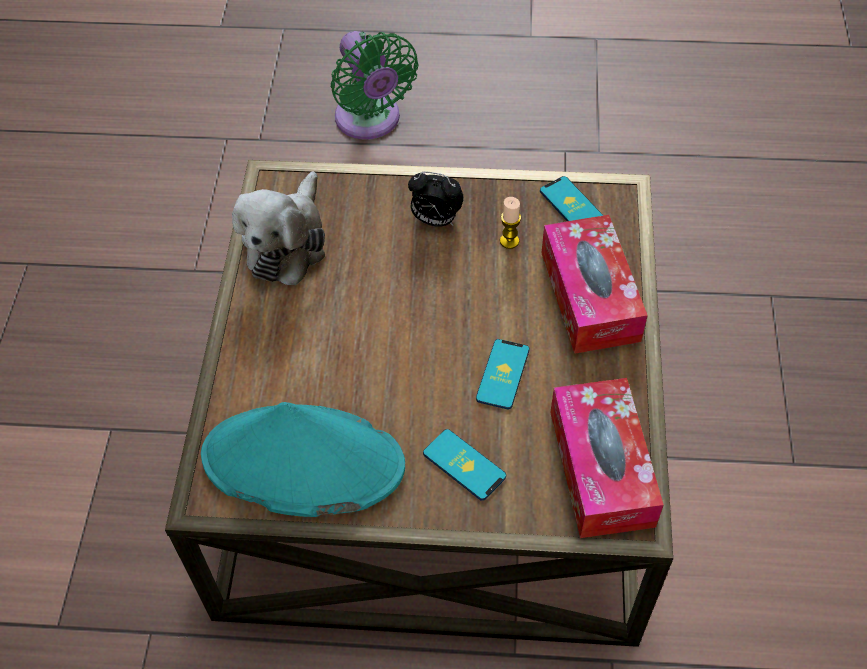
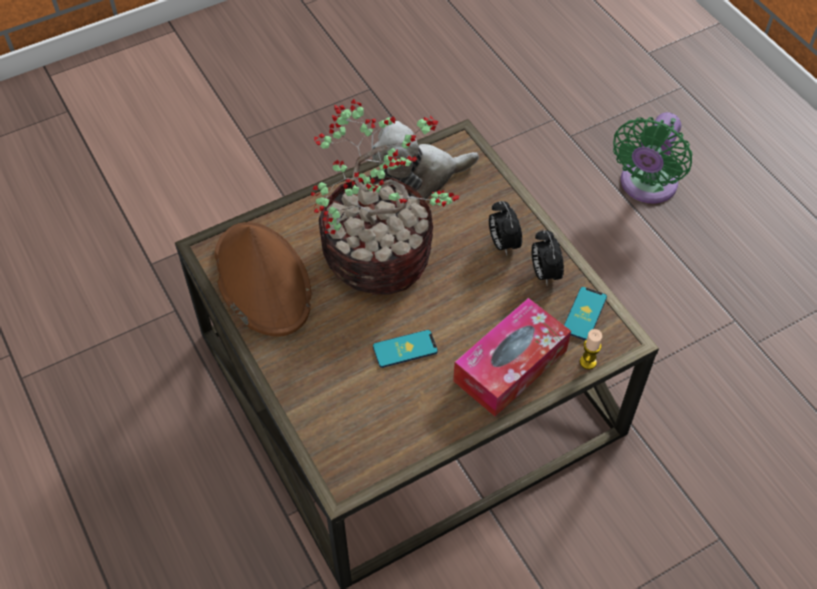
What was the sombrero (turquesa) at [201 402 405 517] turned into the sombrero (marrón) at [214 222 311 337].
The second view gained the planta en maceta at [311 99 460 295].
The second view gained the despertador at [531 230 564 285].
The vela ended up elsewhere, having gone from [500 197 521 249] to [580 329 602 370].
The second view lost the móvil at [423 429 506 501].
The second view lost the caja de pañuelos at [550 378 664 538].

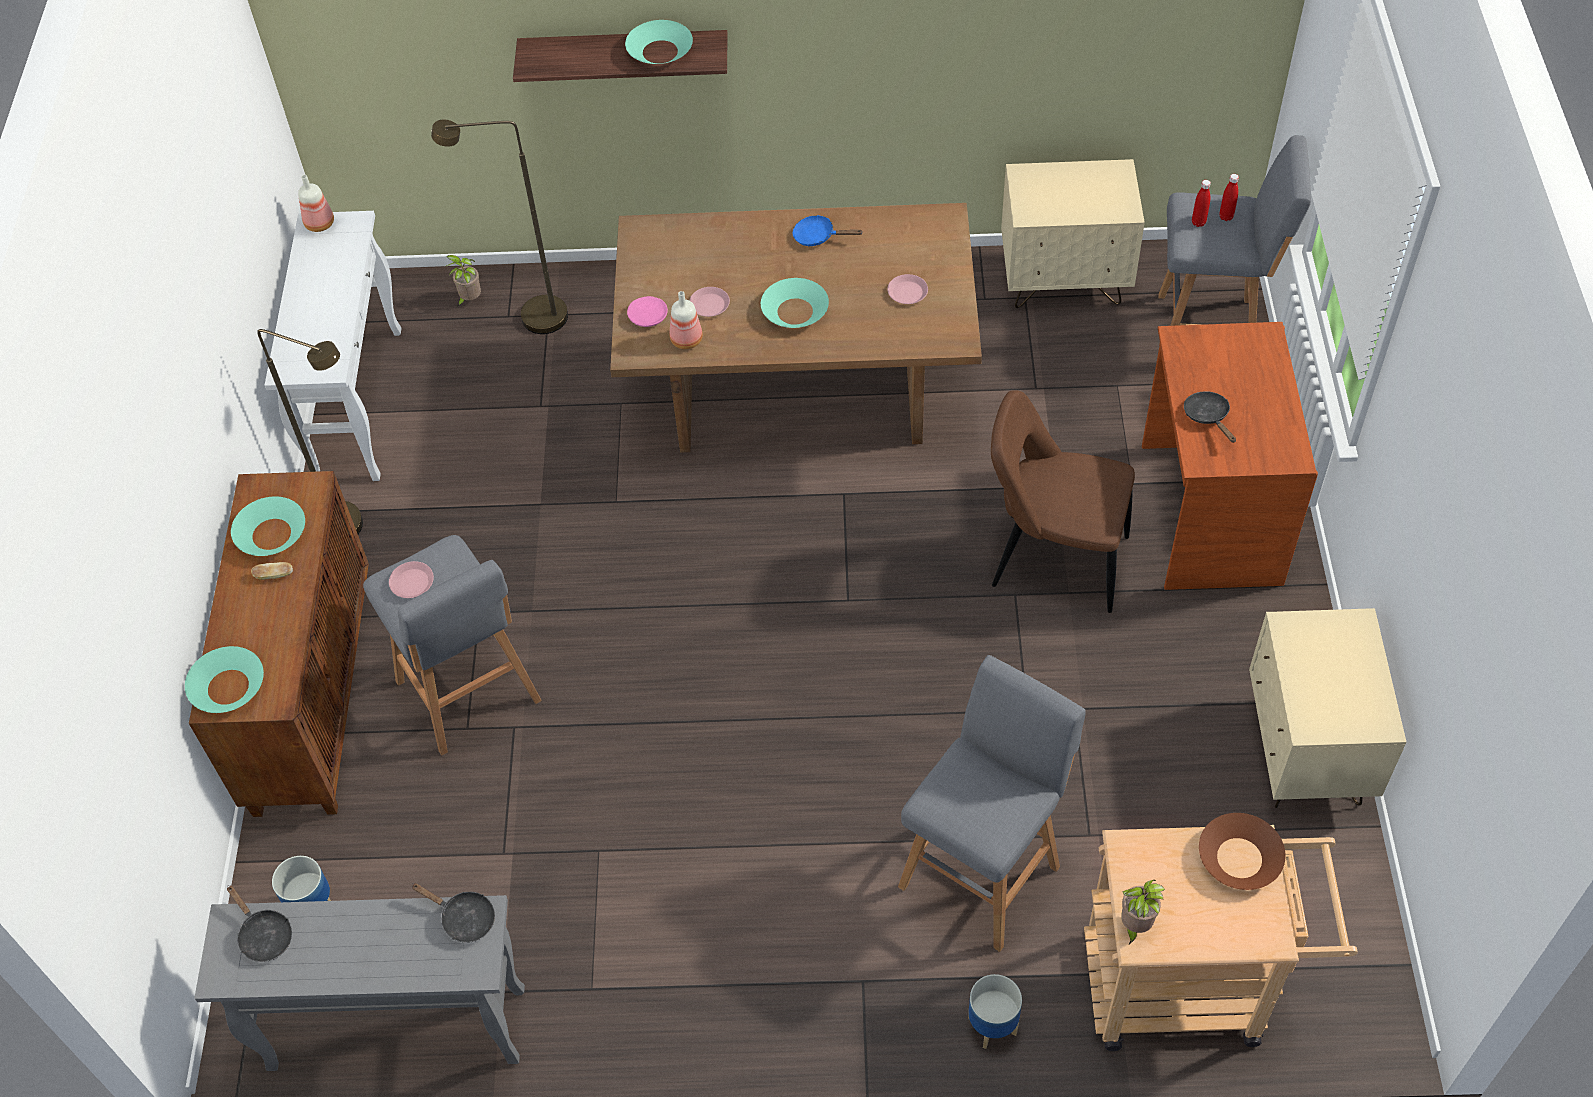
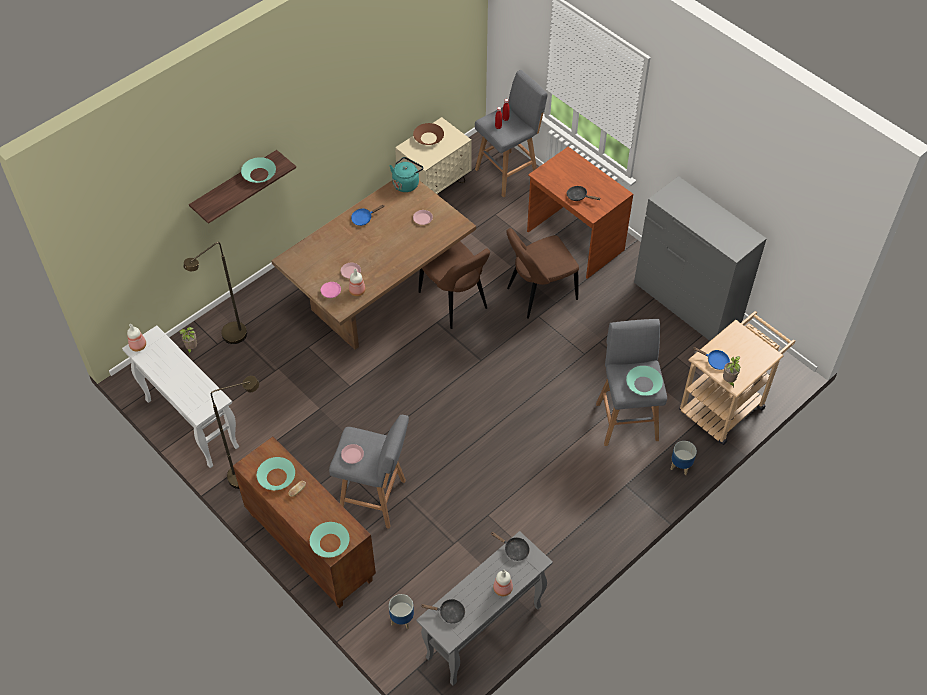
The second view gained the hervidor (turquesa) at [390 157 423 192].
The cuenco (marrón) ended up elsewhere, having gone from [1199 813 1286 890] to [413 123 444 145].
The second view gained the silla (marrón) at [418 241 490 329].
The sartén (negro) at [411 883 495 943] ended up facing another way, 45 degrees clockwise from before.
The second view gained the botella at [493 570 513 596].
The cuenco (turquesa) ended up elsewhere, having gone from [761 278 829 328] to [626 366 663 396].
Where the mesita de noche (beis) stood at [1249 608 1406 808], the cómoda (gris) came to stand at [634 176 767 341].
The second view gained the sartén (azul) at [693 347 730 370].

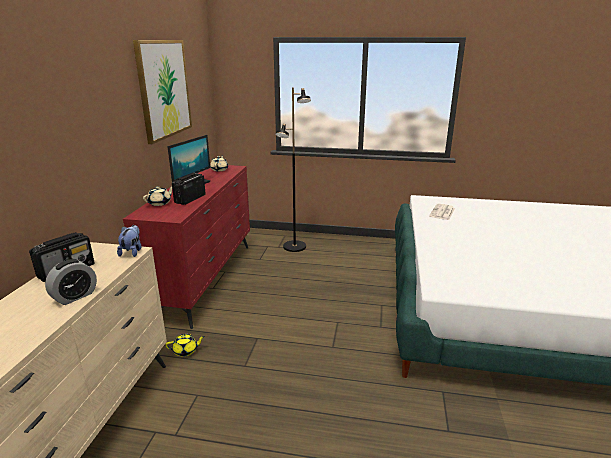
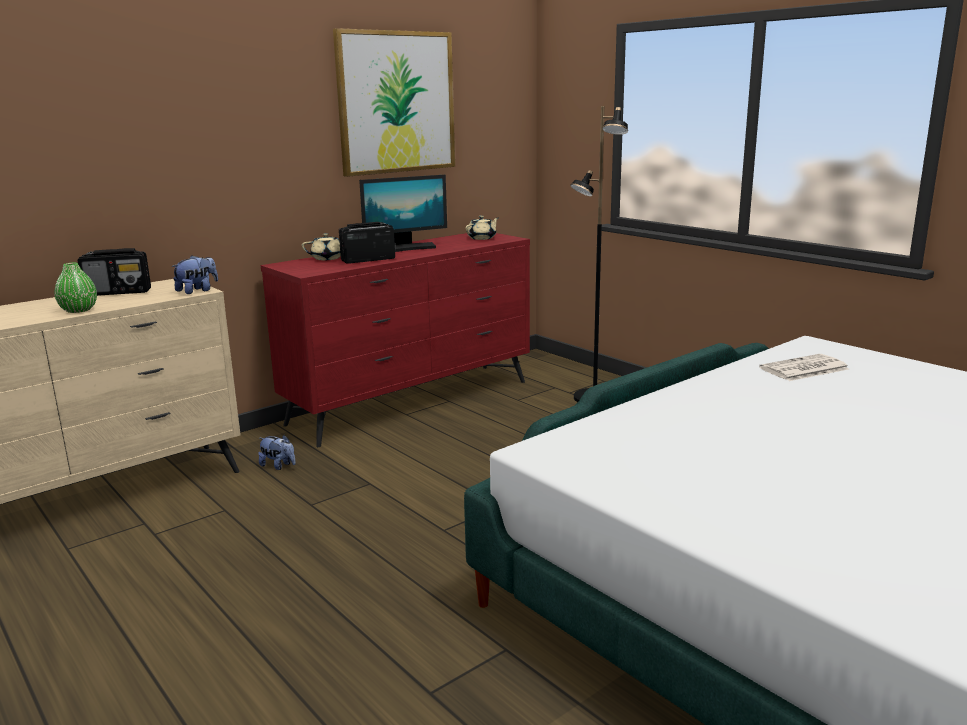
Where the despertador stood at [45 259 97 305], the florero (verde) came to stand at [54 263 97 313].
Where the tetera (amarillo) stood at [165 334 205 357], the peluche came to stand at [258 435 296 470].

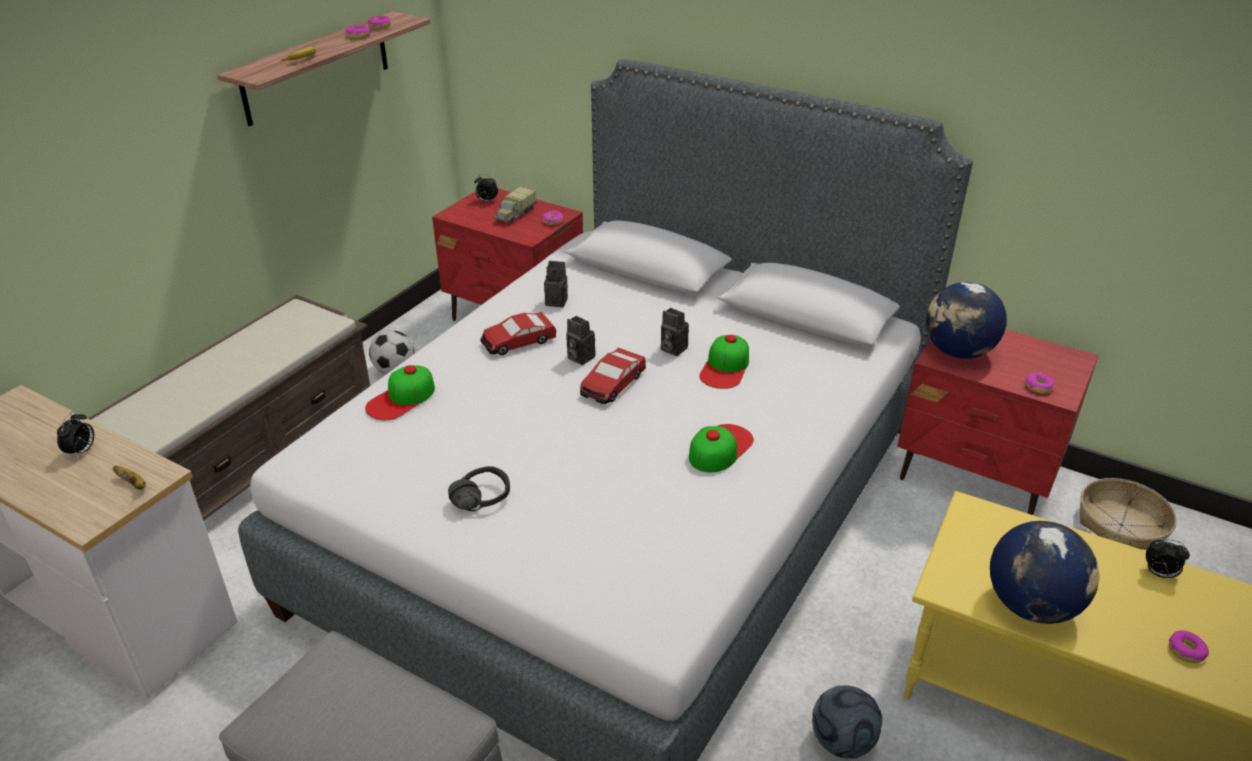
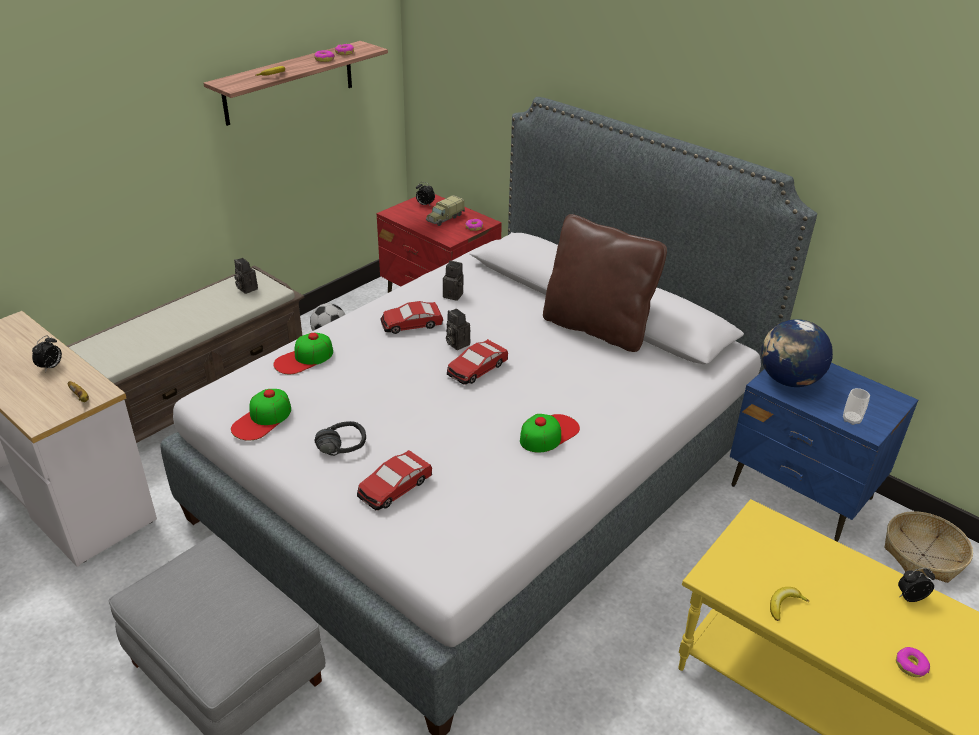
The gorra ended up elsewhere, having gone from [700 335 749 389] to [231 389 291 441].
The cámara ended up elsewhere, having gone from [661 308 689 356] to [234 258 258 294].
The second view gained the coche de juguete at [357 450 432 510].
The second view gained the cojín (marrón) at [543 214 667 352].
What was the mesita de noche (rojo) at [897 329 1099 515] turned into the mesita de noche (azul) at [730 363 918 542].
Where the globo terráqueo stood at [990 521 1099 624], the plátano came to stand at [770 587 809 621].
Where the rosquilla stood at [1025 373 1054 393], the taza came to stand at [843 388 870 425].
The despertador at [1146 539 1190 578] ended up facing another way, 135 degrees clockwise from before.
The second view lost the balón de fútbol at [812 685 882 759].

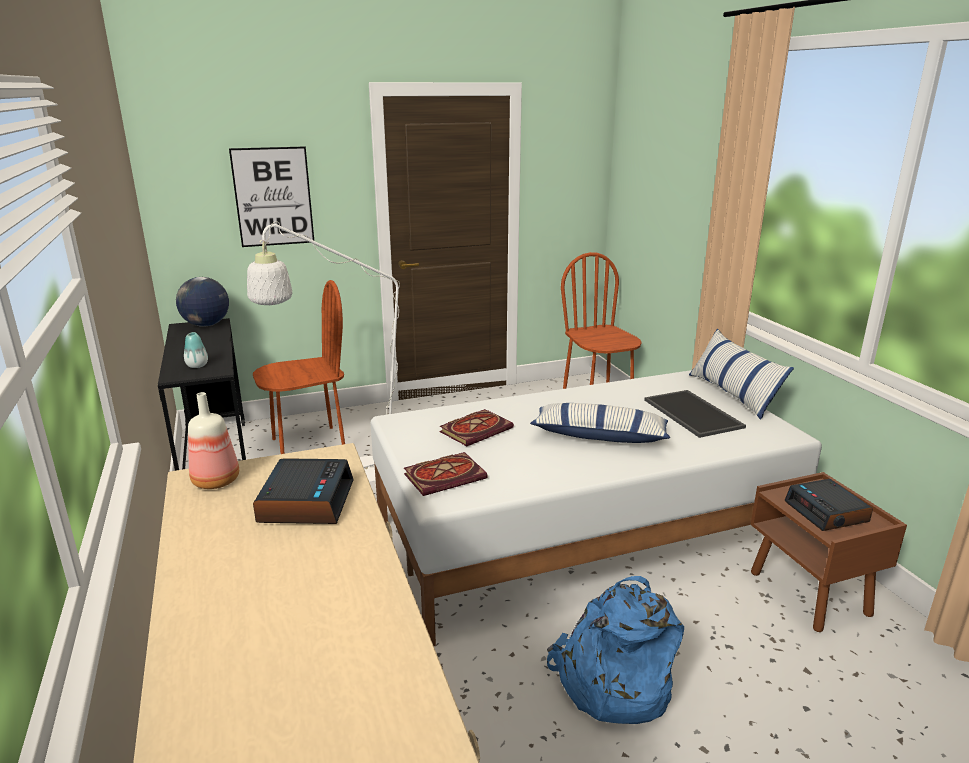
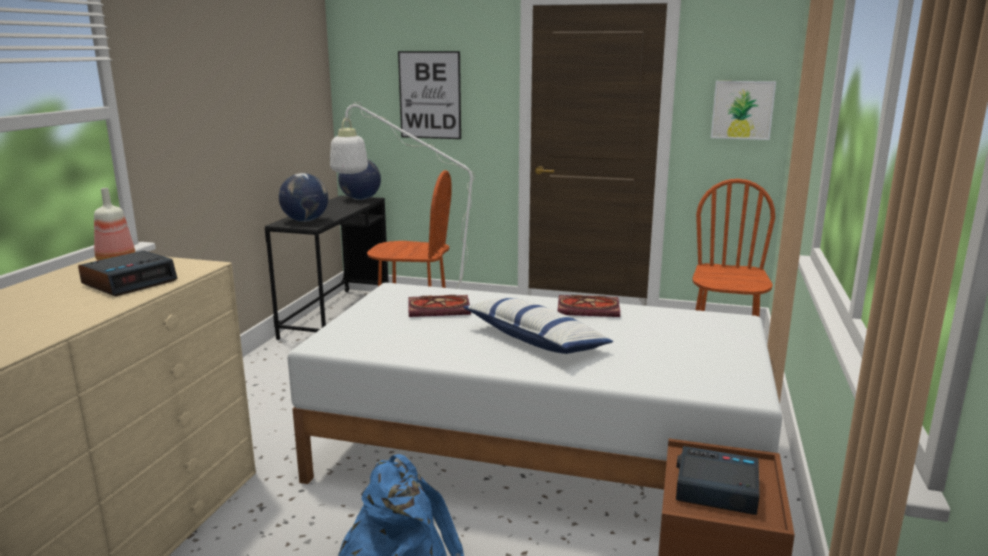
Where the florero stood at [184 332 208 368], the globo terráqueo came to stand at [279 173 328 222].
The libro ended up elsewhere, having gone from [404 452 487 496] to [558 295 620 317].
The despertador at [785 479 873 531] ended up facing another way, 90 degrees clockwise from before.
The second view gained the cuadro at [711 81 776 140].
The second view lost the bandeja at [644 390 746 438].
The second view lost the cojín at [689 329 794 420].

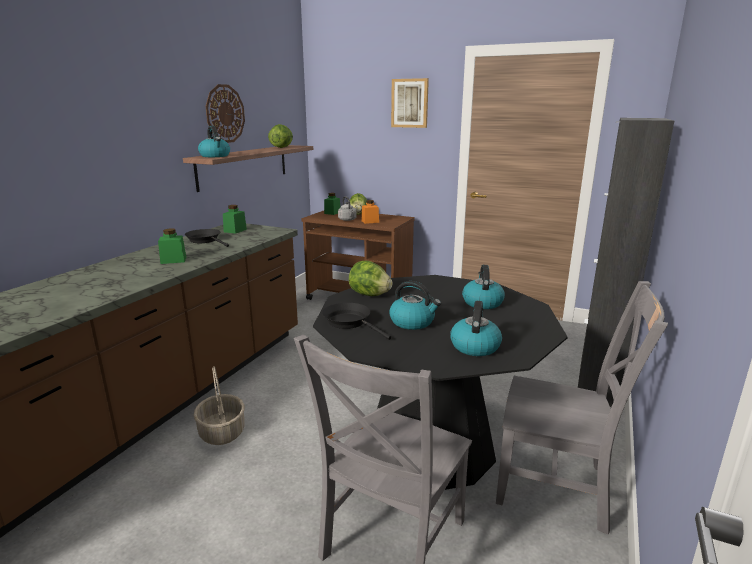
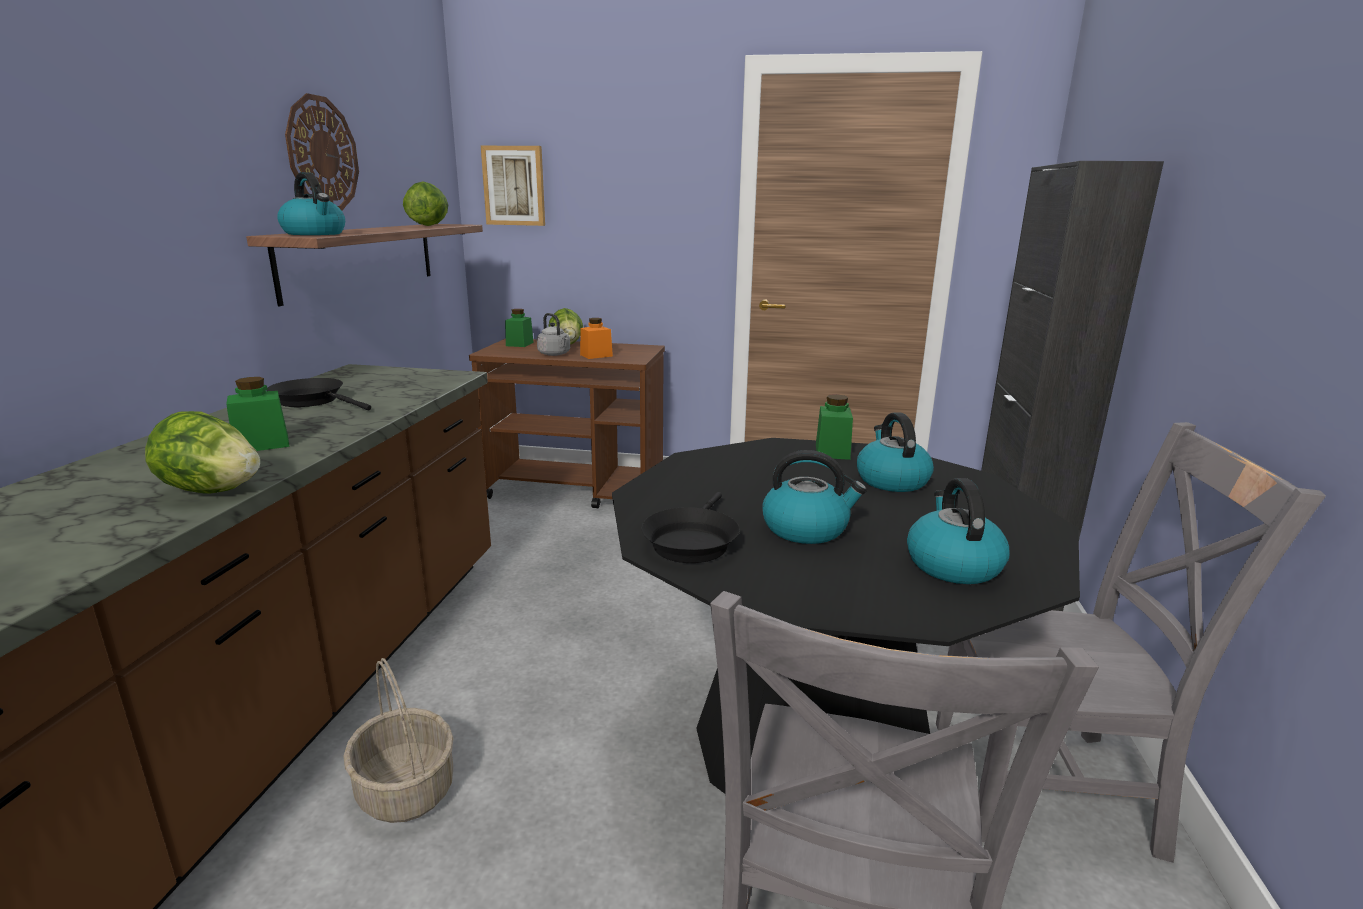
The lechuga ended up elsewhere, having gone from [349 261 393 296] to [145 411 260 494].
The cuadro ended up elsewhere, having gone from [391 78 429 128] to [481 146 545 226].
The sartén (negro) at [322 303 391 340] ended up facing another way, 105 degrees counterclockwise from before.
The tarro (verde) ended up elsewhere, having gone from [223 205 247 234] to [816 394 853 460].

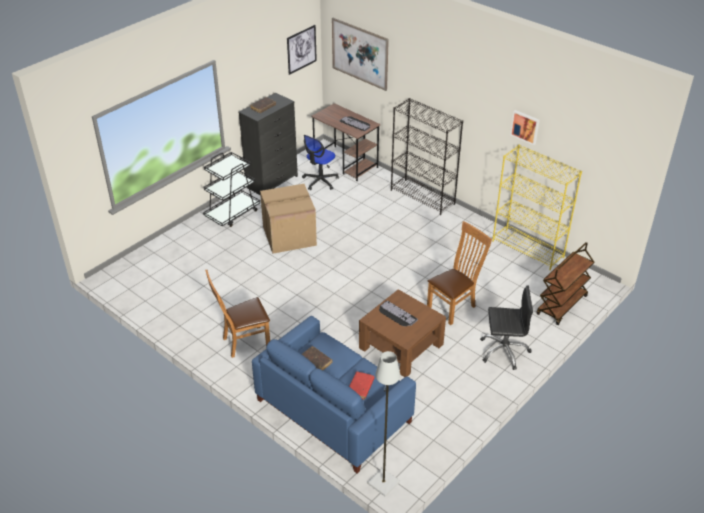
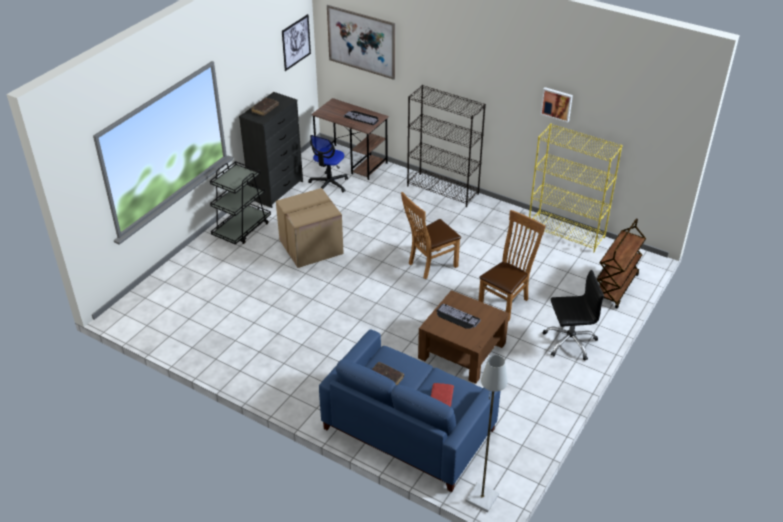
The silla (marrón) ended up elsewhere, having gone from [205 270 270 358] to [401 192 461 279].

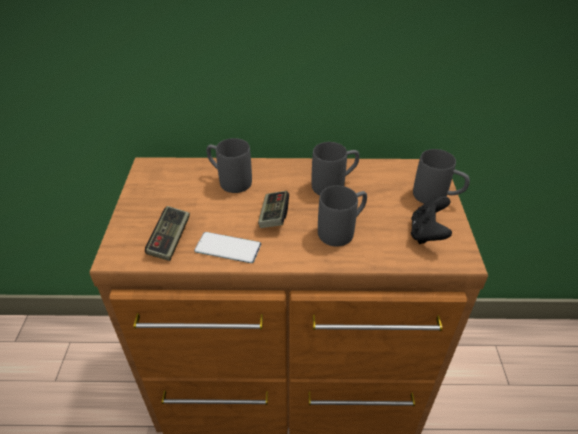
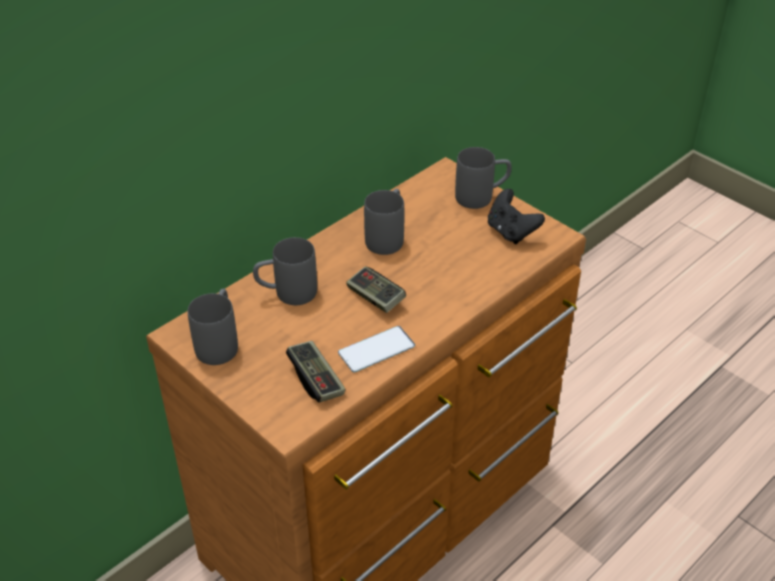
The taza grande (gris) ended up elsewhere, having gone from [318 186 367 247] to [188 288 238 365].

